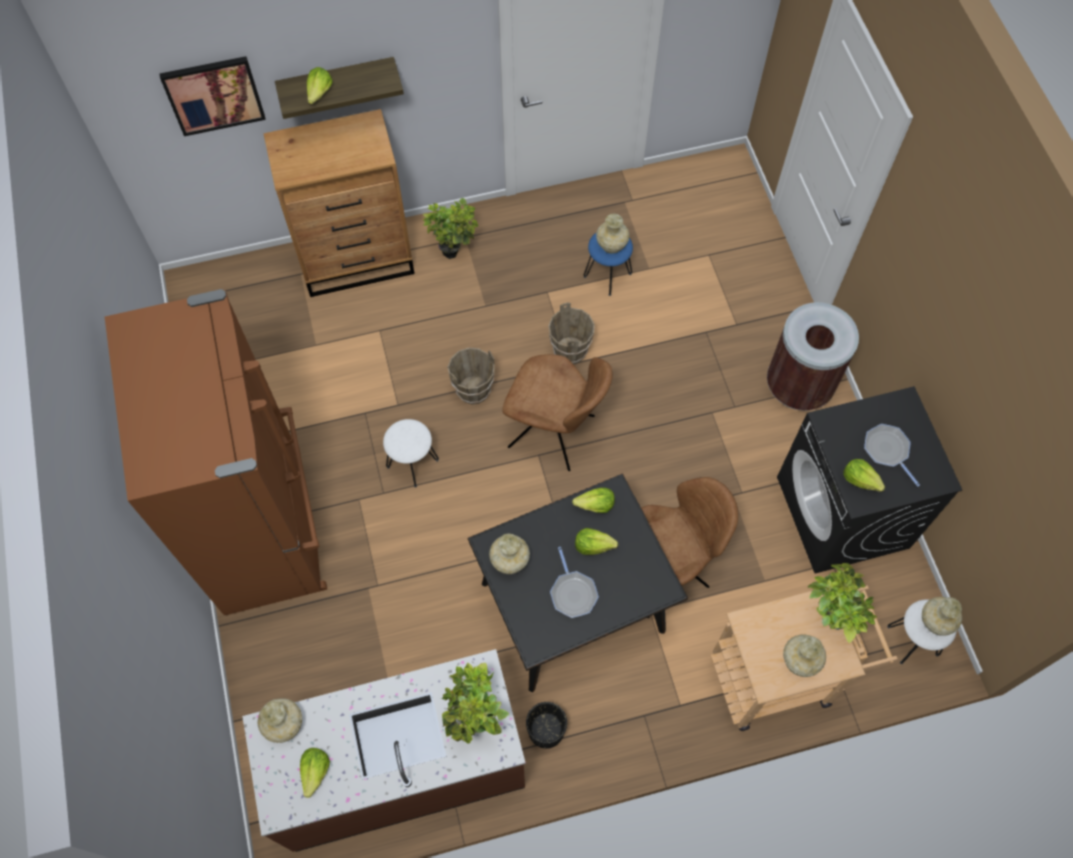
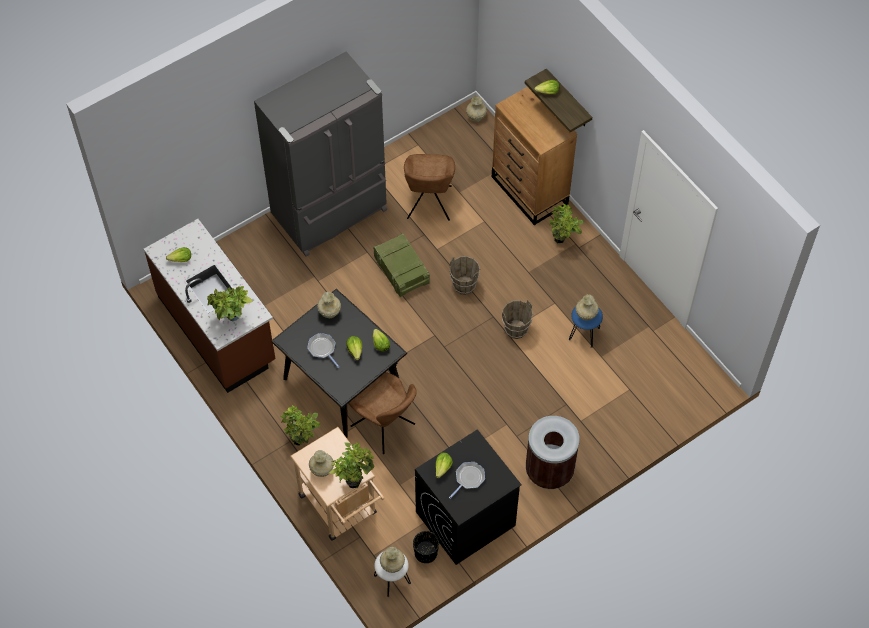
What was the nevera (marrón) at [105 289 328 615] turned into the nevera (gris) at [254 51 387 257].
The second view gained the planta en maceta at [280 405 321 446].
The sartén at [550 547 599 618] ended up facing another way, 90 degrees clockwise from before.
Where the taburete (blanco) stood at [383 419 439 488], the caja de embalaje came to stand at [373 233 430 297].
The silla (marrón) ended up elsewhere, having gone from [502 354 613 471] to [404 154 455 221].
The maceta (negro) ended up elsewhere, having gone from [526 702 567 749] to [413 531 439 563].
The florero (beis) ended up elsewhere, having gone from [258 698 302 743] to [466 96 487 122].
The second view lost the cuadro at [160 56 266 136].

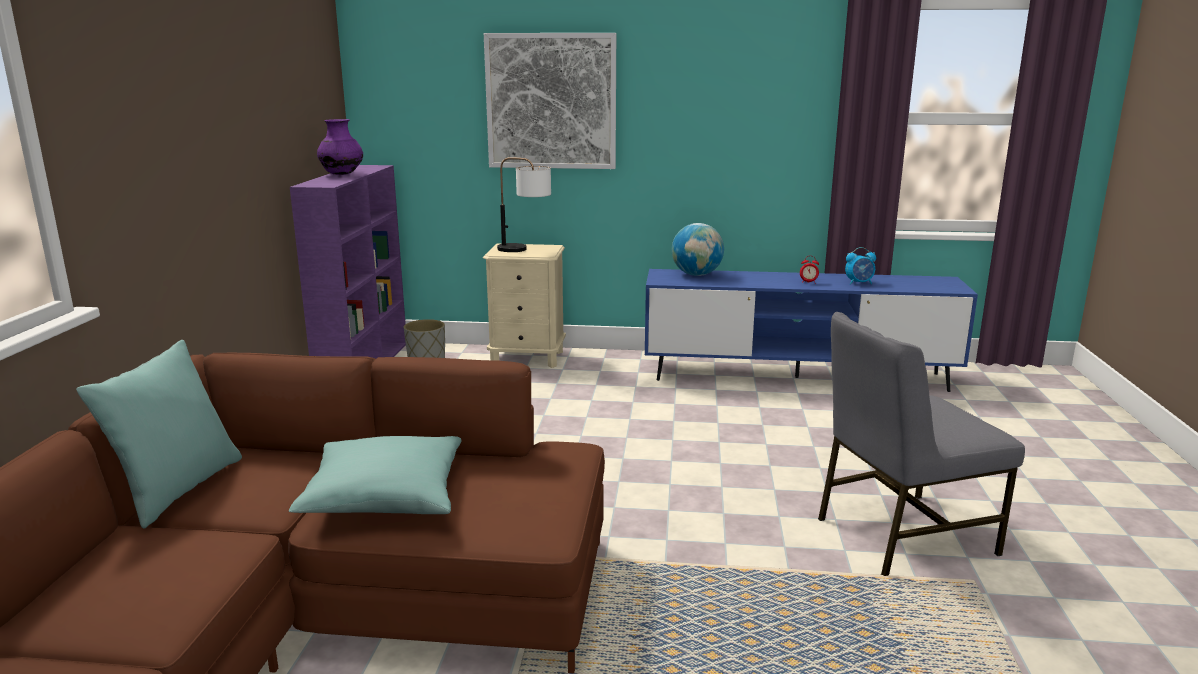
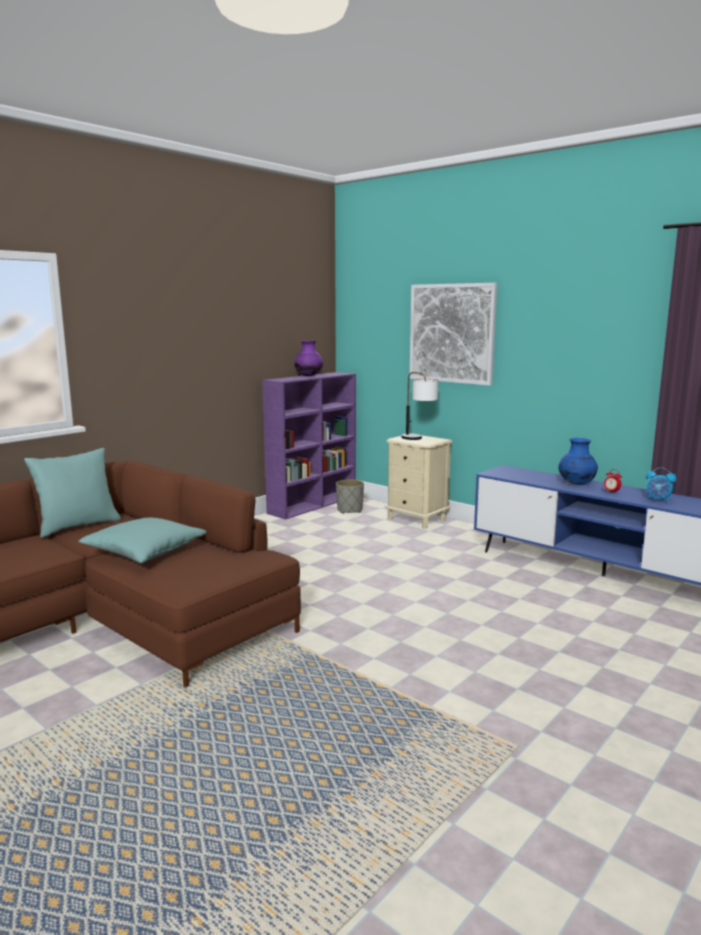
The second view gained the florero (azul) at [558 438 598 485].
The second view lost the globo terráqueo at [672 223 724 276].
The second view lost the silla (gris) at [818 312 1025 576].

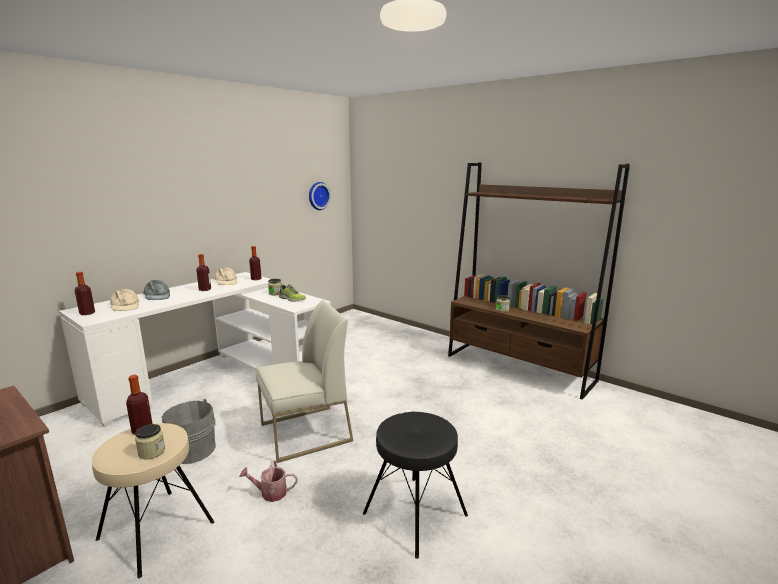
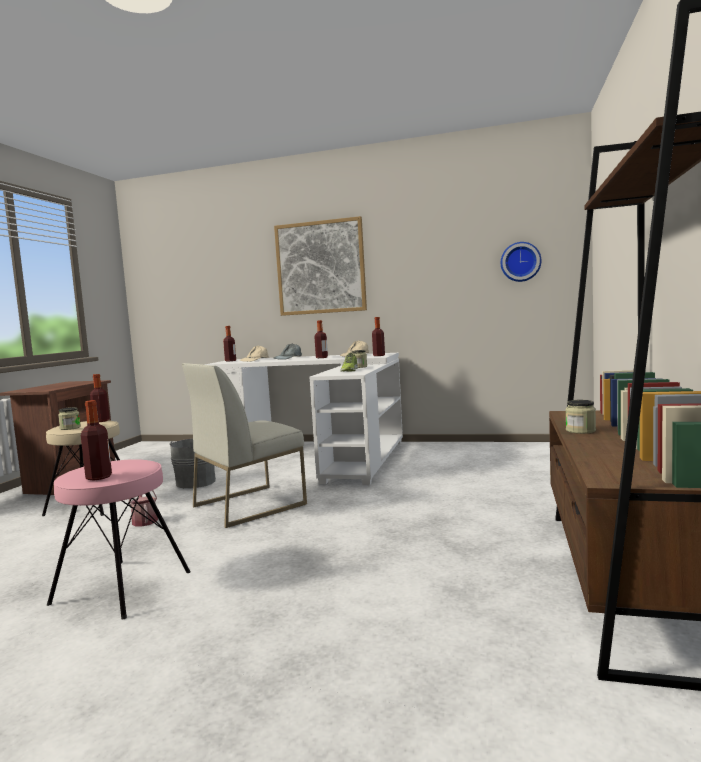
What was the taburete (negro) at [363 412 468 559] turned into the taburete (rosa) at [47 459 191 619].
The second view gained the botella at [81 400 112 481].
The silla (blanco) at [256 300 353 463] ended up facing another way, 105 degrees clockwise from before.
The second view gained the cuadro at [274 216 367 316].

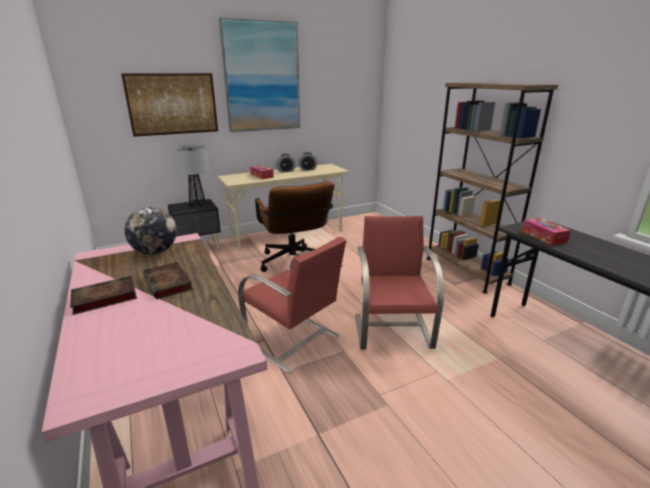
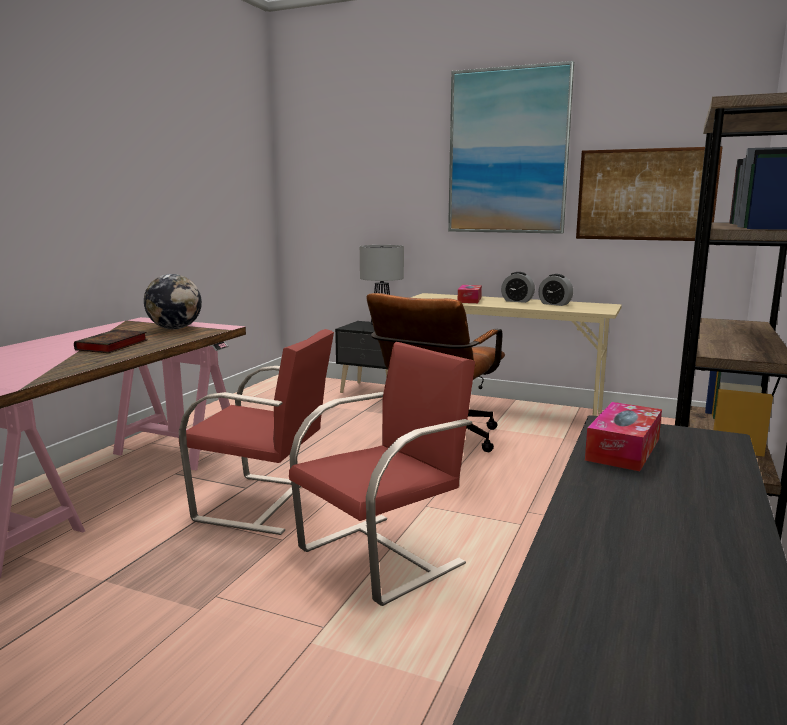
The silla (rojo) at [238 237 346 374] ended up facing another way, 75 degrees counterclockwise from before.
The cuadro ended up elsewhere, having gone from [121 73 218 137] to [576 146 723 241].
The second view lost the libro at [70 276 137 315].

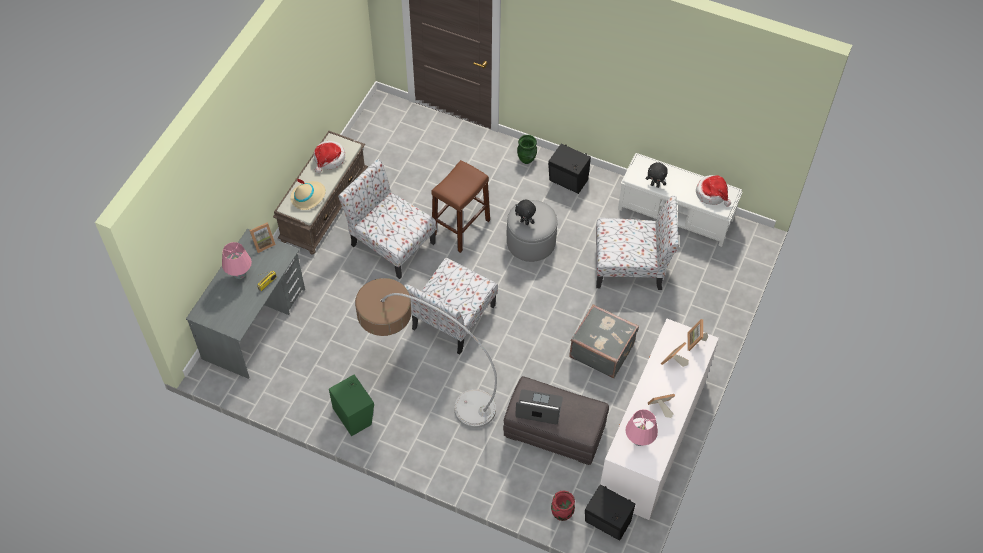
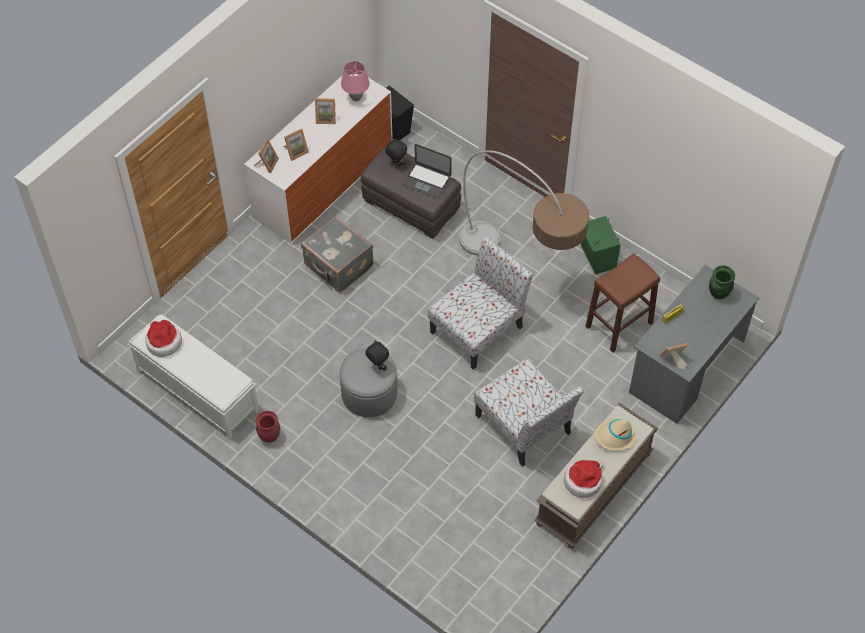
The florero (rojo) ended up elsewhere, having gone from [551 490 575 521] to [256 411 280 443].
The peluche (negro) ended up elsewhere, having gone from [646 162 668 188] to [385 138 407 166].
The taburete (marrón) ended up elsewhere, having gone from [431 160 490 253] to [585 253 660 353].
The florero (verde) ended up elsewhere, having gone from [517 135 537 164] to [709 265 735 299].
The second view lost the lámpara de mesa (rosa) at [222 242 252 279].
The second view lost the altavoz (negro) at [548 144 591 194].
The second view lost the silla at [596 196 679 290].

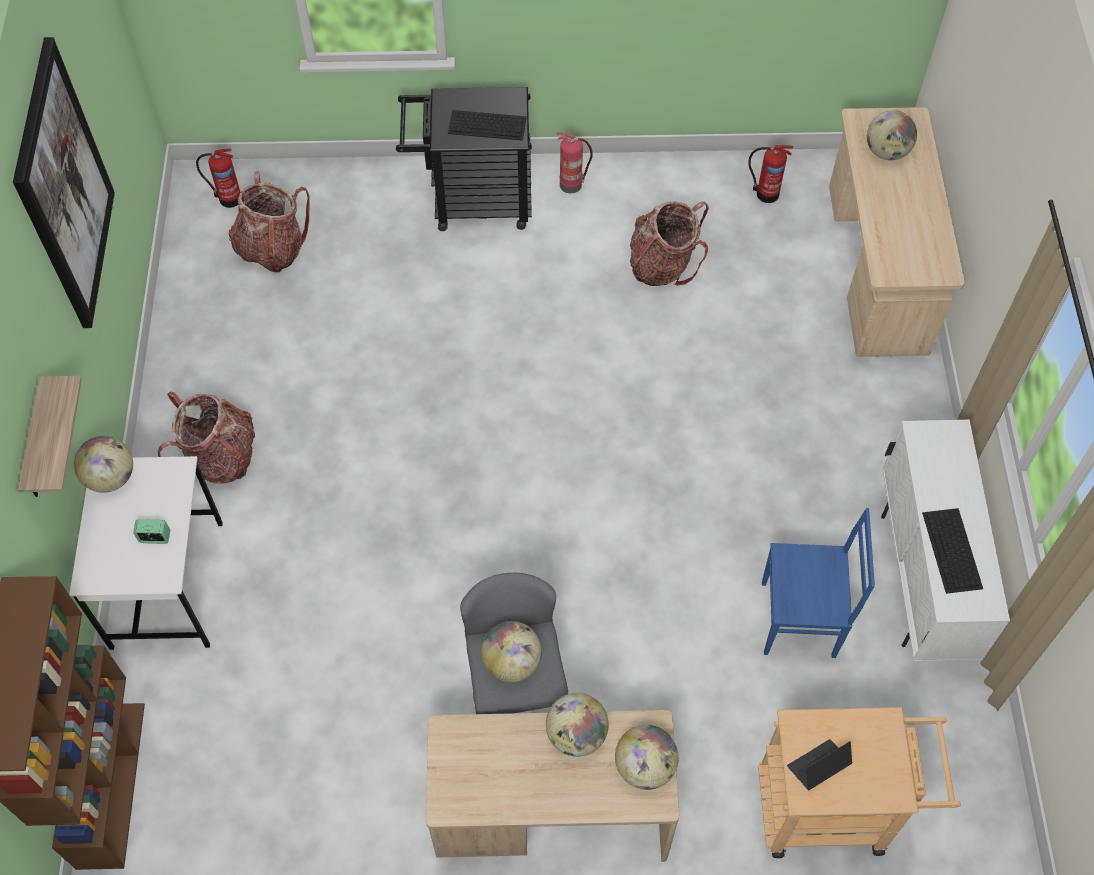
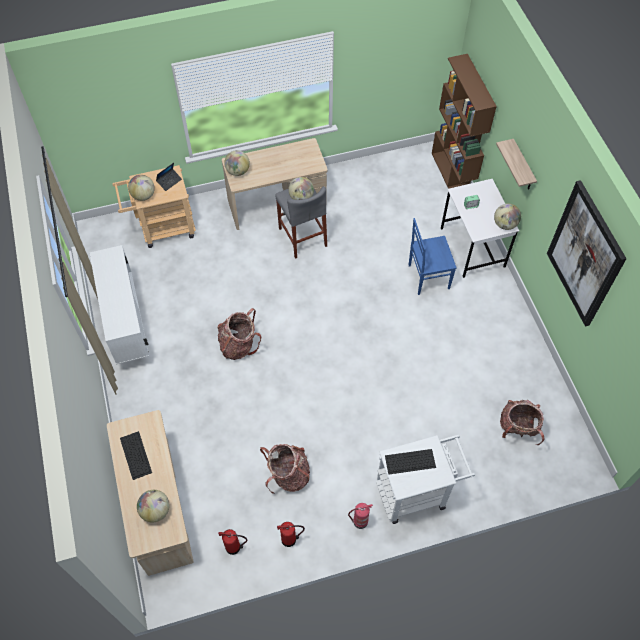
The teclado ended up elsewhere, having gone from [922 508 983 594] to [120 431 152 480].
The globo terráqueo ended up elsewhere, having gone from [546 693 609 757] to [128 175 155 201].
The mochila ended up elsewhere, having gone from [158 392 255 483] to [218 308 261 360].
The extintor ended up elsewhere, having gone from [196 148 241 208] to [277 522 305 547].
What was the carrito (negro) at [396 87 532 231] turned into the carrito (blanco) at [376 435 475 524].
The silla (azul) ended up elsewhere, having gone from [762 508 875 658] to [409 218 457 295].

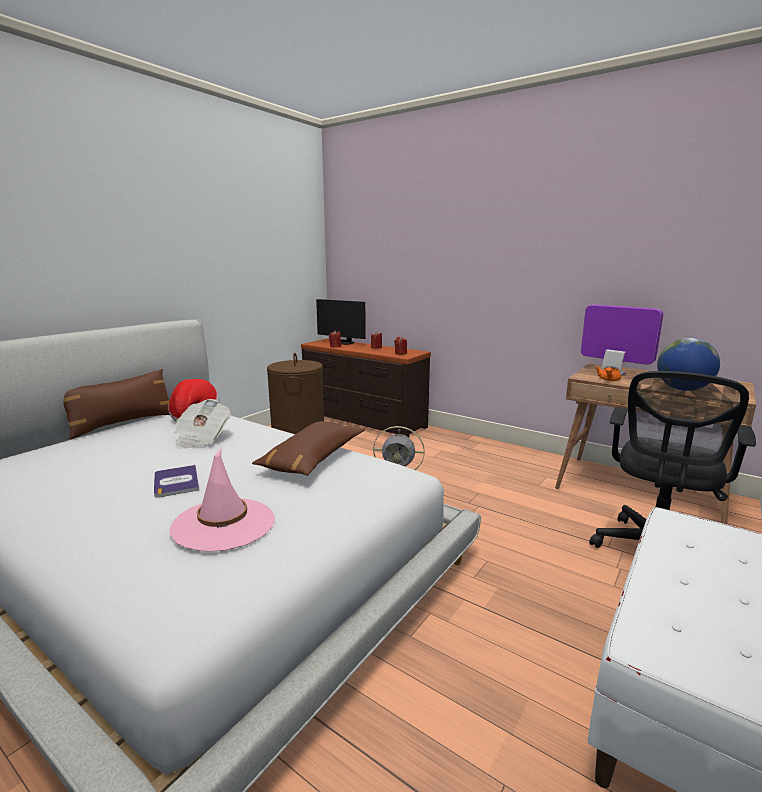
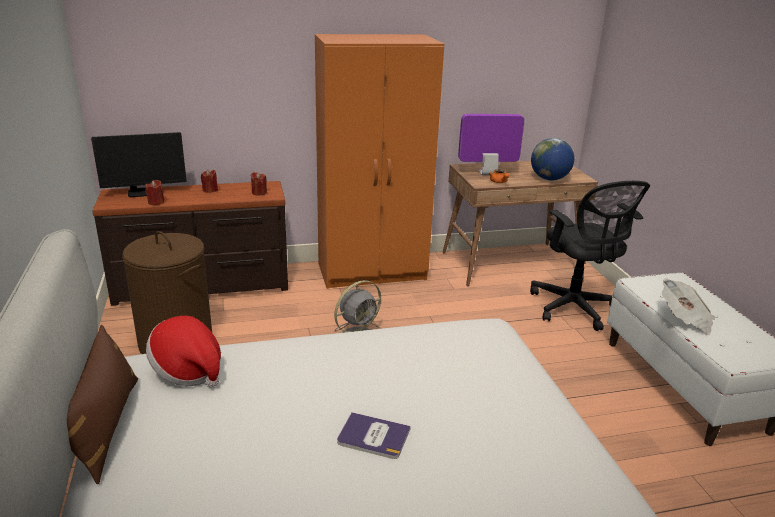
The second view gained the armario ropero (naranja) at [315 34 444 289].
The periódico ended up elsewhere, having gone from [174 399 231 449] to [662 278 715 335].
The second view lost the sombrero (rosa) at [169 448 275 552].
The second view lost the cojín (marrón) at [252 421 365 476].

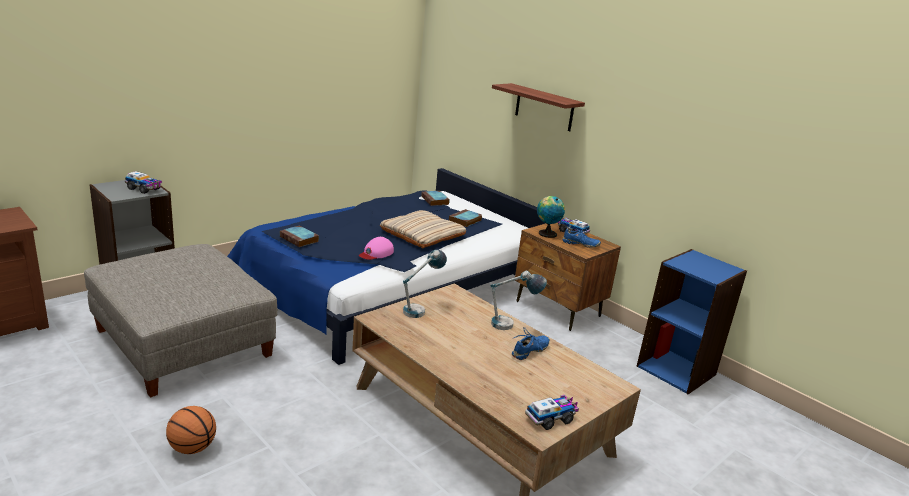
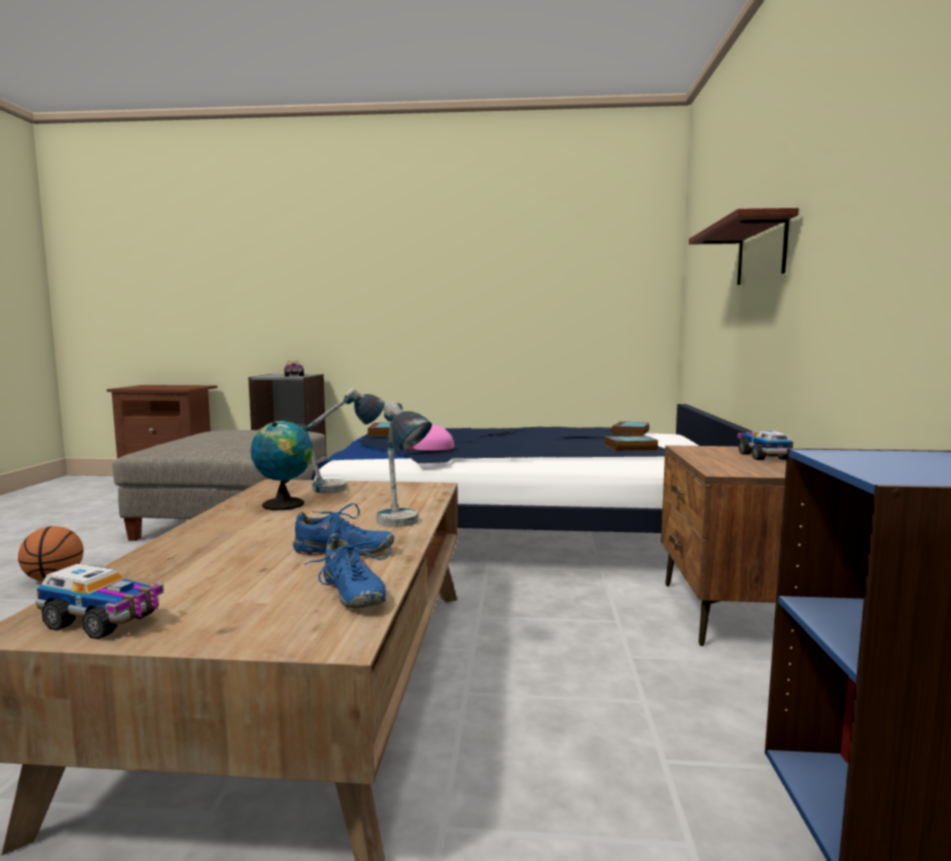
The globo terráqueo ended up elsewhere, having gone from [537 196 565 238] to [250 421 313 510].
The zapato (azul) ended up elsewhere, having gone from [562 227 601 248] to [304 533 391 608].
The second view lost the cojín (beis) at [380 210 466 249].

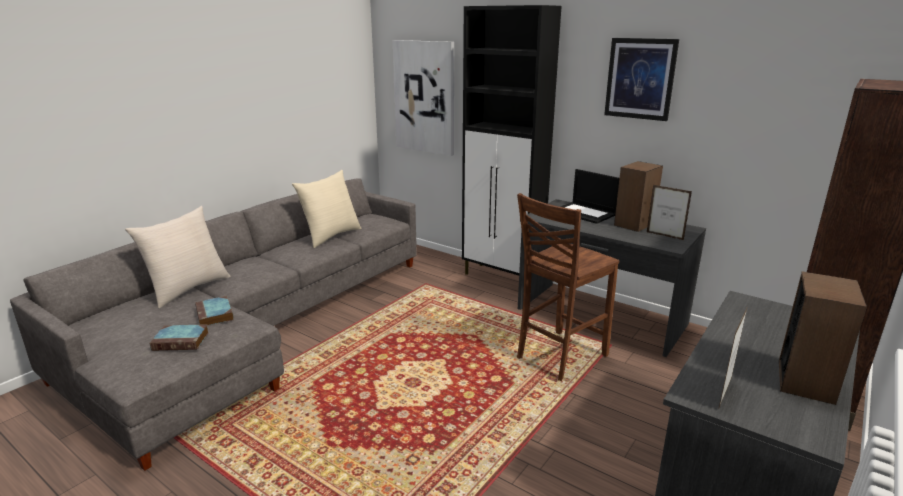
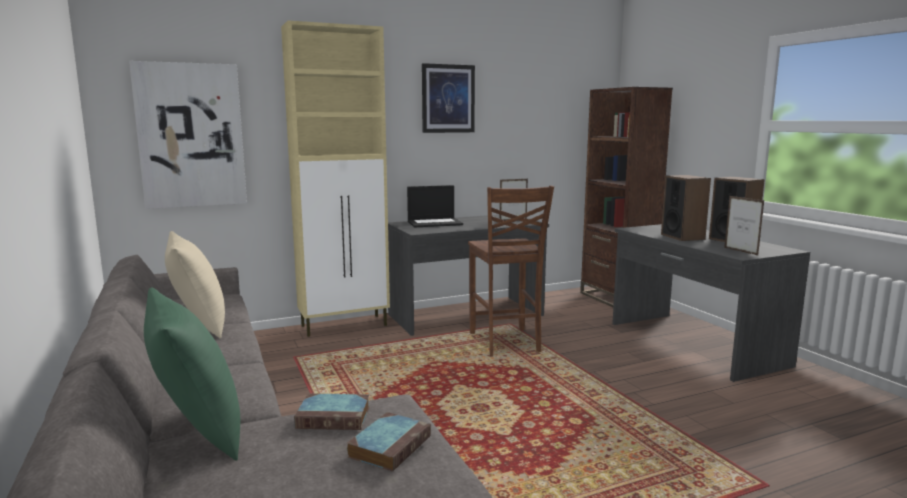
What was the cojín (beis) at [125 206 231 308] turned into the cojín (verde) at [144 287 240 461].
What was the armario (negro) at [462 5 561 275] turned into the armario (beis) at [281 20 390 337].
The altavoz ended up elsewhere, having gone from [614 161 663 232] to [661 175 711 241].

